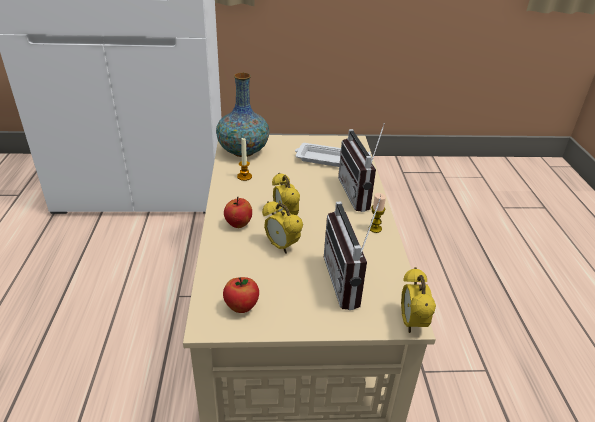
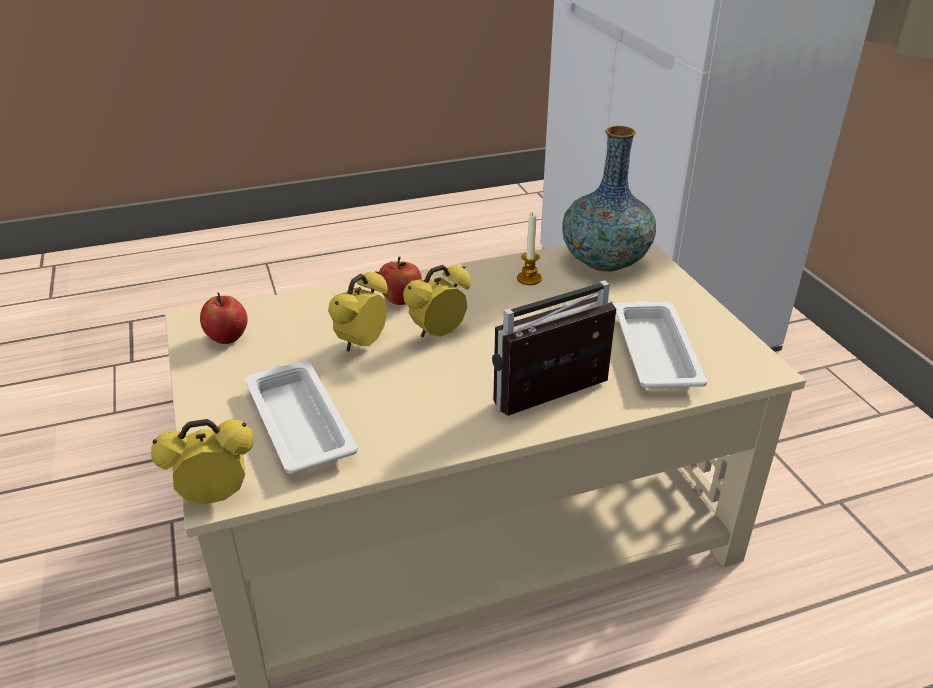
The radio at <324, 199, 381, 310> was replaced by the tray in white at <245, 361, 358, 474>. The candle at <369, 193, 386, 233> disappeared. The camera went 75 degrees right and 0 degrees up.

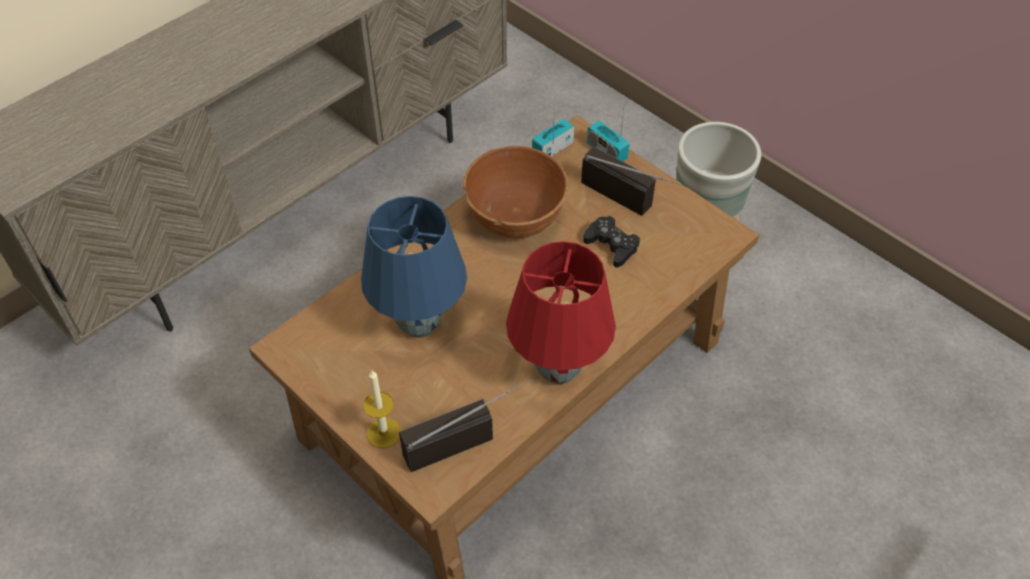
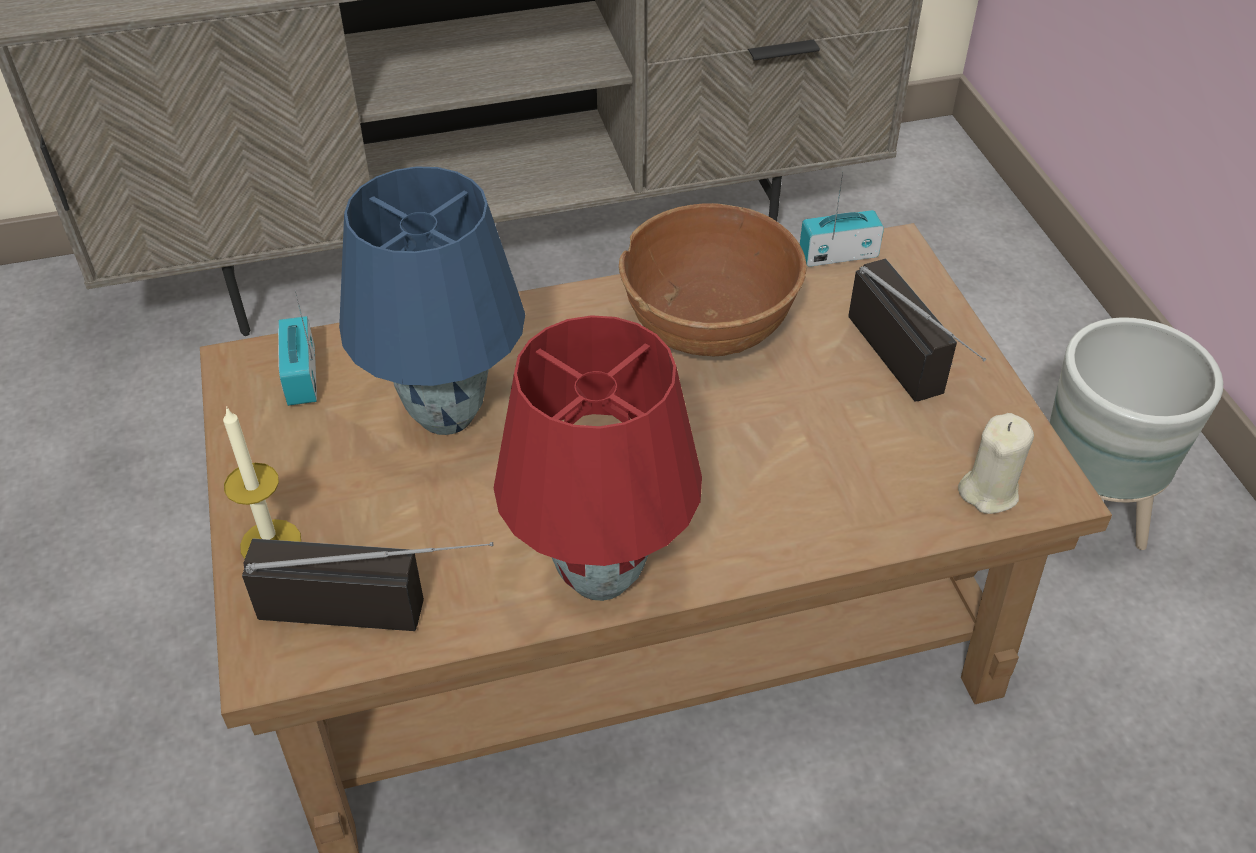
The radio moved from <587, 110, 629, 161> to <278, 291, 317, 406>. The candle in beige at <958, 413, 1034, 514> appeared. The game controller in black at <583, 216, 640, 267> disappeared. The camera went 30 degrees right and 5 degrees down.

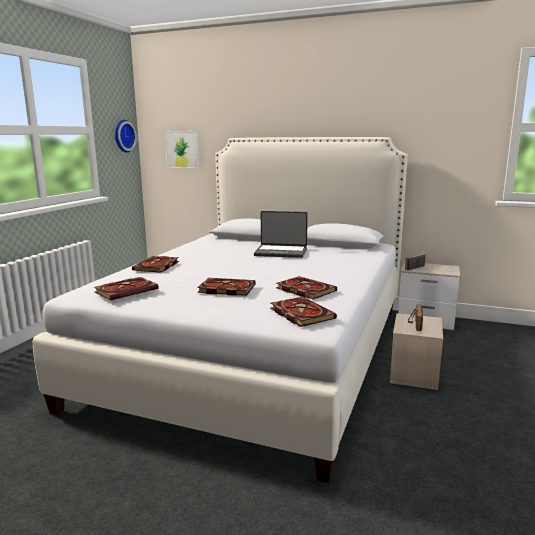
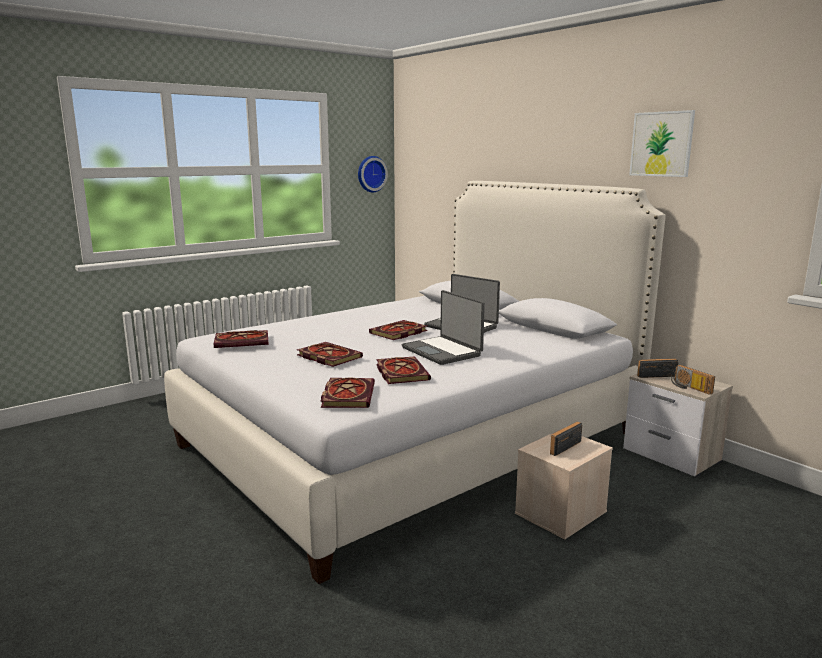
The book moved from <132, 256, 179, 273> to <369, 320, 428, 340>. The laptop at <402, 290, 485, 365> appeared. The picture moved from <165, 131, 199, 169> to <629, 110, 695, 177>. The radio at <671, 365, 715, 395> appeared. The camera went 30 degrees right and 0 degrees up.

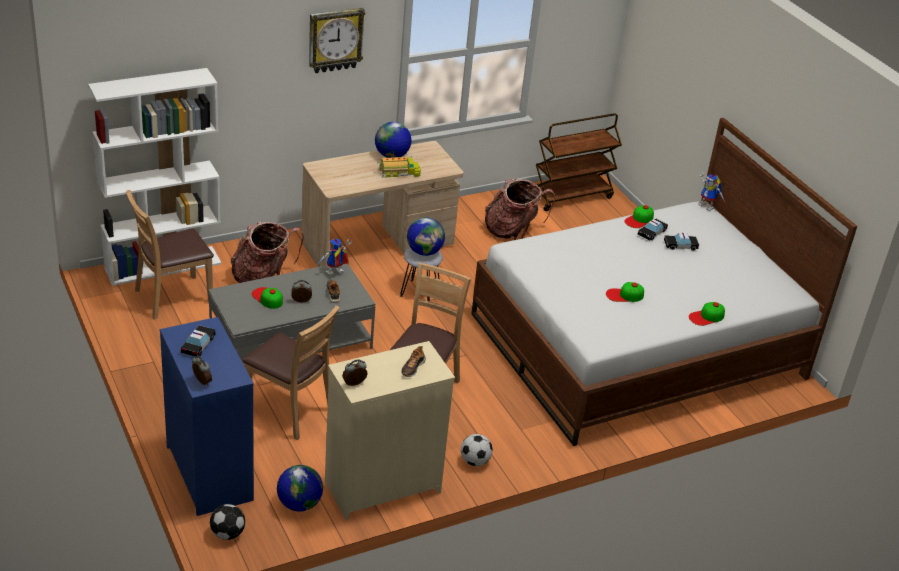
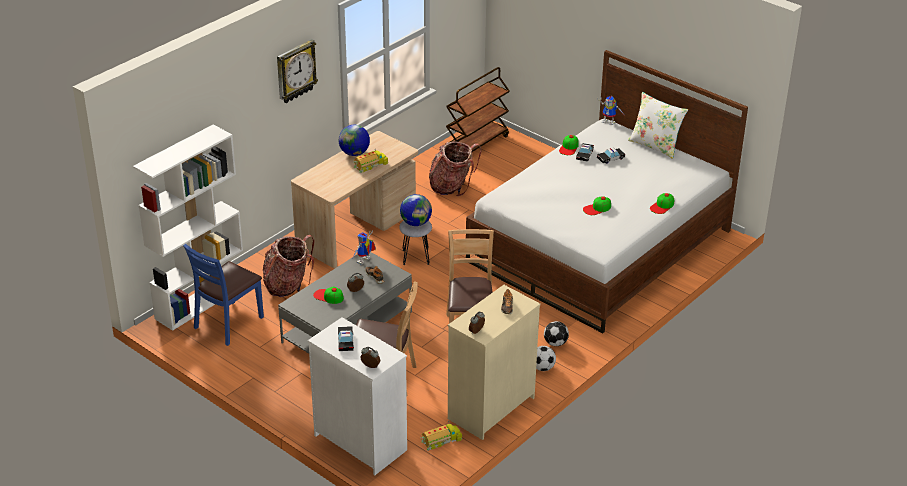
The chair in brown at <126, 190, 214, 320> became the chair in blue at <183, 244, 264, 346>. The dresser in blue at <160, 317, 254, 516> became the dresser in white at <308, 317, 407, 475>. The globe at <277, 465, 323, 512> was replaced by the toy truck at <420, 421, 462, 451>. The football moved from <210, 504, 245, 540> to <544, 321, 569, 346>. The pillow in white at <628, 92, 688, 159> appeared. The camera went 20 degrees left and 0 degrees up.

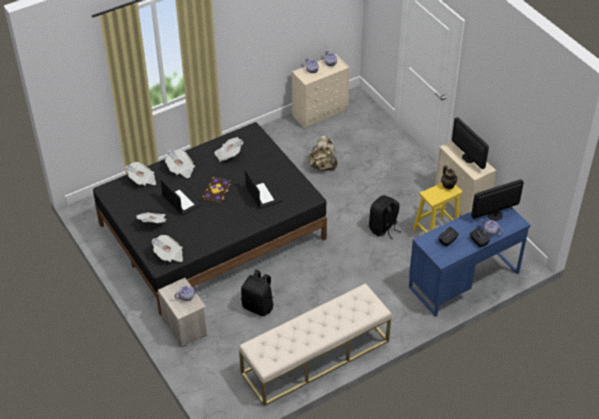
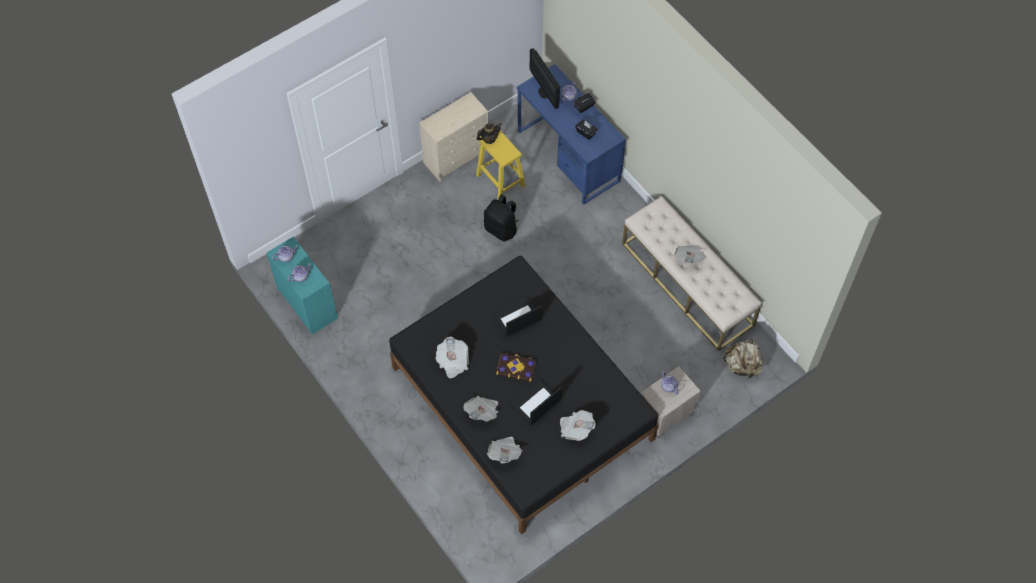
The dresser in beige at <292, 54, 350, 129> became the dresser in turquoise at <266, 236, 338, 334>. The newspaper moved from <152, 235, 183, 262> to <674, 244, 706, 263>. The backpack in beige moved from <309, 136, 337, 171> to <723, 339, 764, 380>. The backpack in black at <241, 270, 274, 316> disappeared. The monitor at <452, 117, 489, 169> disappeared. The camera went 95 degrees left and 15 degrees up.

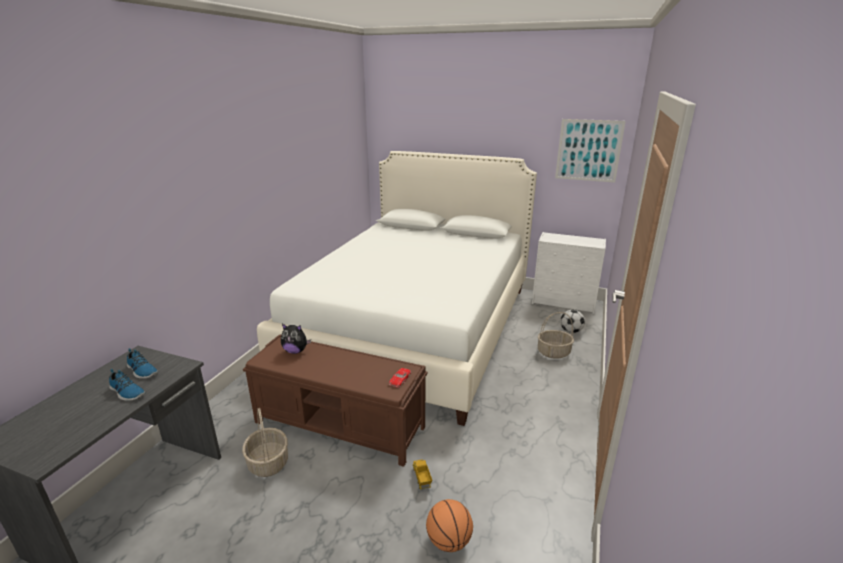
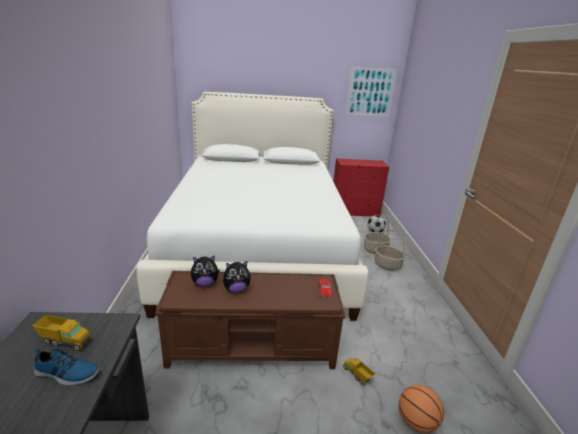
The shoe at <127, 348, 158, 379> was replaced by the toy truck at <32, 315, 92, 351>. The plush toy at <223, 261, 251, 292> appeared. The dresser in white at <532, 232, 606, 314> became the dresser in red at <333, 158, 389, 216>. The basket moved from <242, 408, 288, 477> to <374, 230, 405, 271>. The camera went 25 degrees left and 0 degrees up.

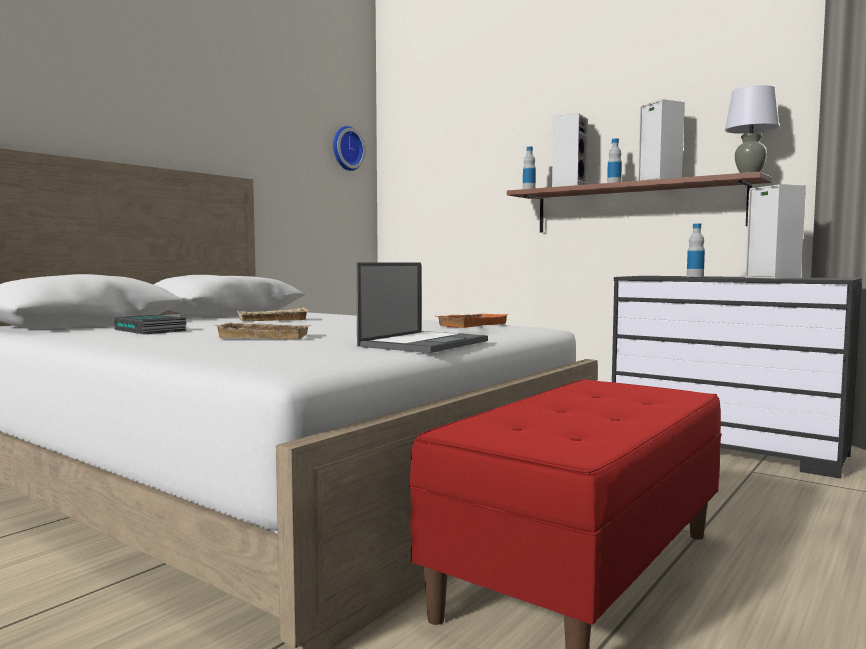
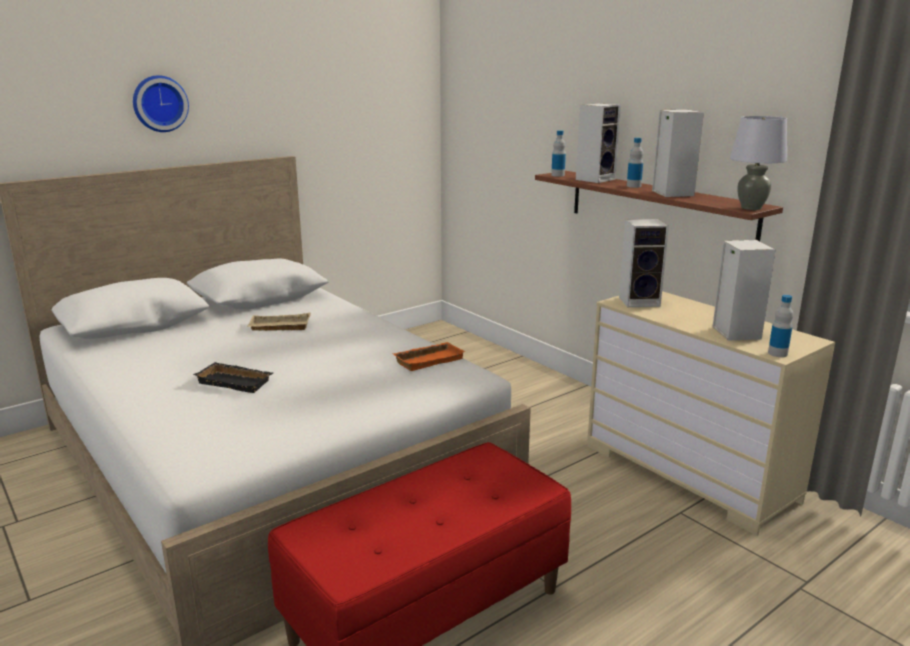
The wall clock moved from <333, 126, 366, 171> to <133, 75, 189, 132>. The tray in beige at <216, 323, 311, 340> became the tray in black at <193, 362, 273, 393>. The dresser in black at <612, 276, 862, 479> became the dresser in beige at <587, 291, 835, 536>. The speaker at <619, 219, 669, 307> appeared. The bottle moved from <687, 223, 705, 277> to <768, 295, 793, 357>. The book at <113, 315, 187, 334> disappeared. The laptop at <356, 262, 488, 353> disappeared. The camera went 15 degrees right and 15 degrees up.

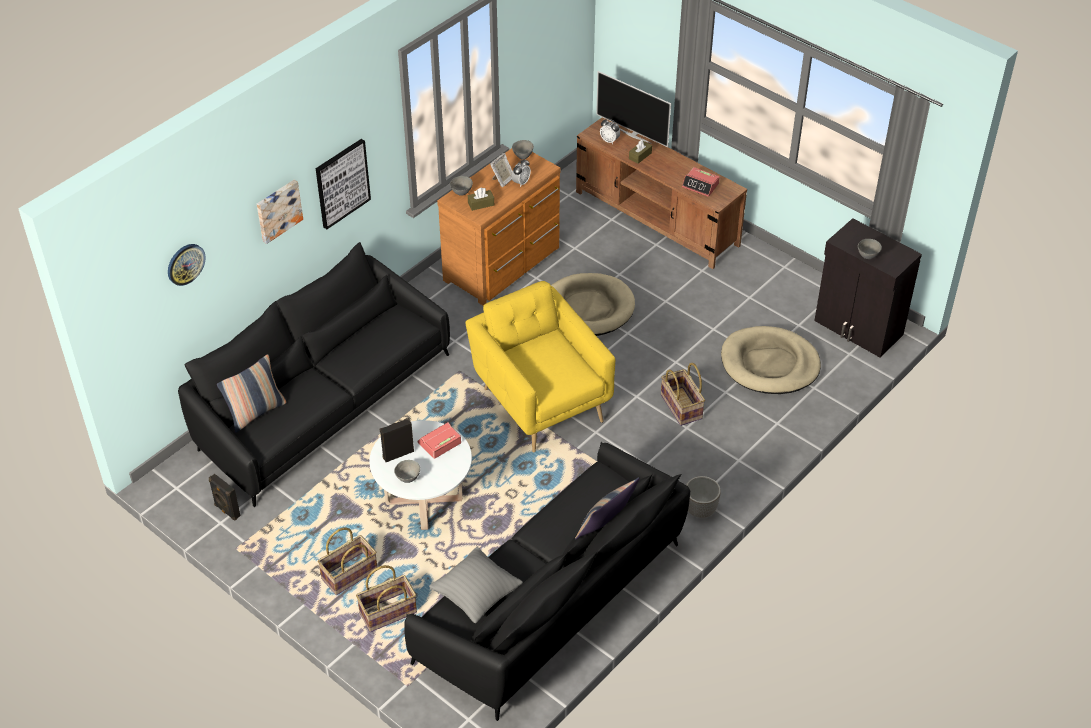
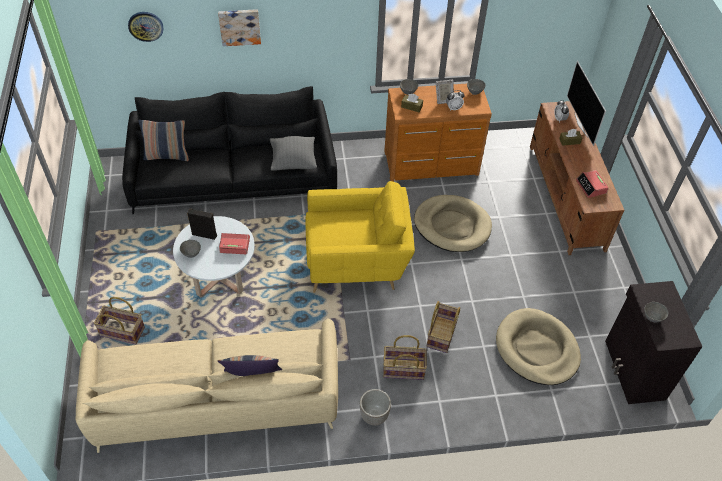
The sofa in black at <404, 442, 690, 721> became the sofa in beige at <76, 319, 338, 453>. The pillow in grey moved from <429, 547, 523, 623> to <270, 136, 317, 170>. The armchair in yellow at <465, 281, 615, 452> turned 75 degrees clockwise. The basket moved from <318, 528, 377, 595> to <383, 335, 427, 380>. The speaker in black at <209, 474, 241, 521> disappeared. The picture at <316, 139, 371, 229> disappeared. The camera went 40 degrees right and 5 degrees up.

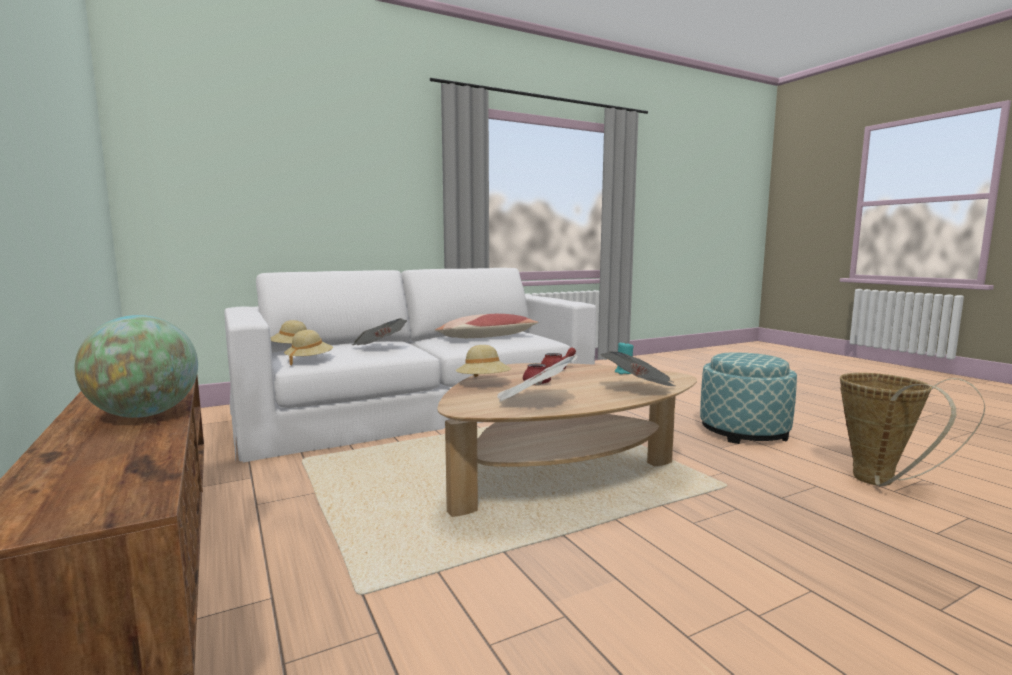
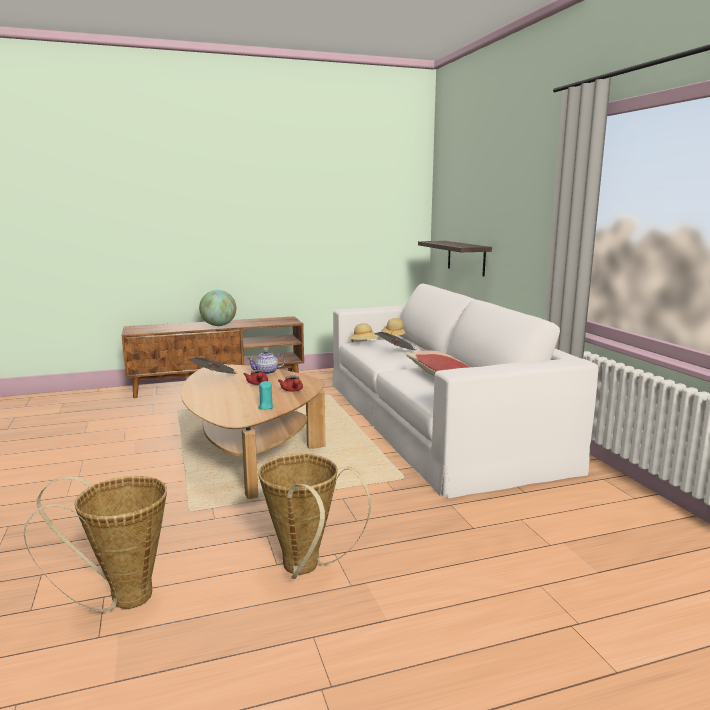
The hat in beige at <456, 345, 511, 377> was replaced by the teapot at <247, 350, 285, 375>. The ottoman at <700, 352, 797, 444> was replaced by the basket at <258, 454, 371, 579>. The shelf at <418, 241, 492, 277> appeared. The newspaper at <600, 351, 675, 386> disappeared. The camera went 100 degrees right and 5 degrees up.

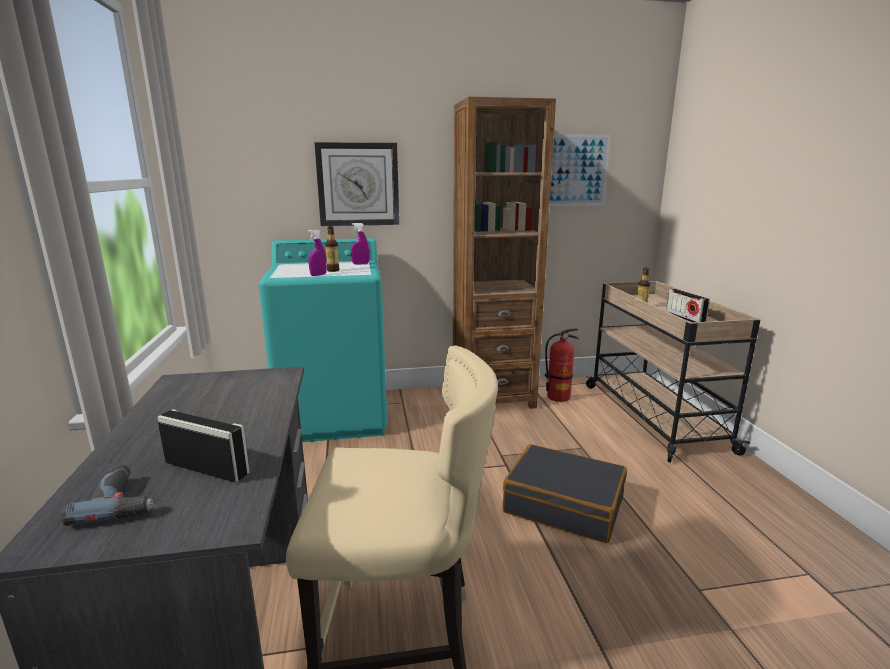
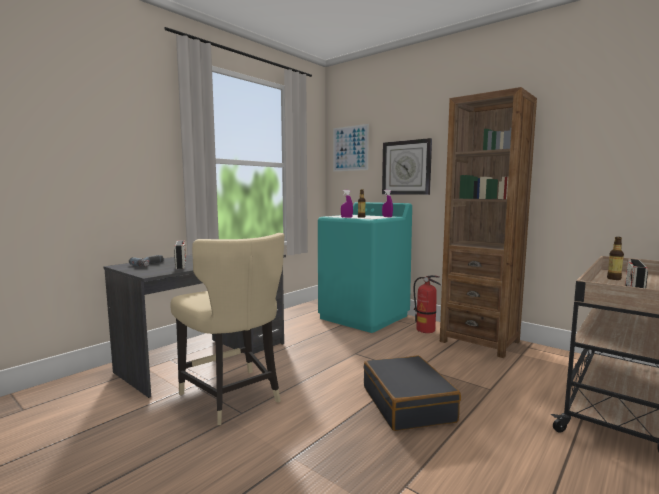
The picture moved from <550, 134, 611, 206> to <333, 124, 369, 171>. The fire extinguisher moved from <545, 329, 579, 402> to <414, 275, 441, 333>. The camera went 50 degrees right and 10 degrees down.

